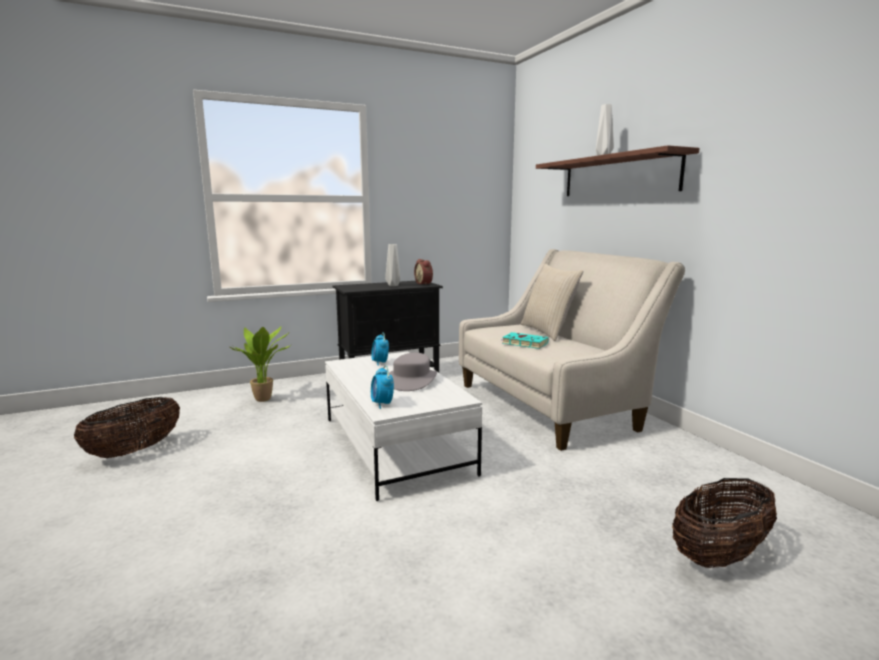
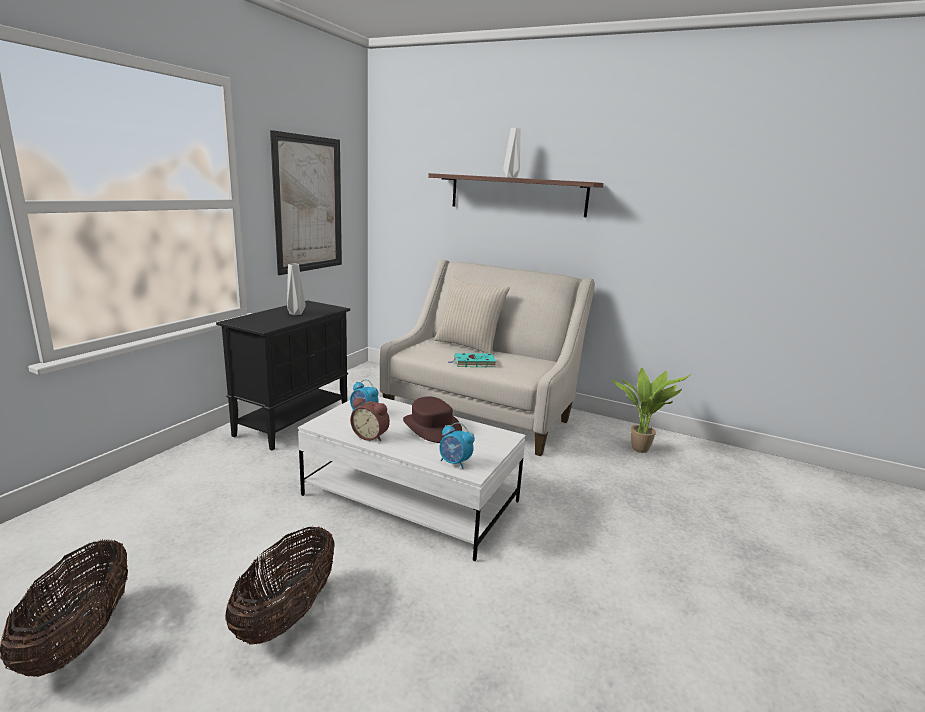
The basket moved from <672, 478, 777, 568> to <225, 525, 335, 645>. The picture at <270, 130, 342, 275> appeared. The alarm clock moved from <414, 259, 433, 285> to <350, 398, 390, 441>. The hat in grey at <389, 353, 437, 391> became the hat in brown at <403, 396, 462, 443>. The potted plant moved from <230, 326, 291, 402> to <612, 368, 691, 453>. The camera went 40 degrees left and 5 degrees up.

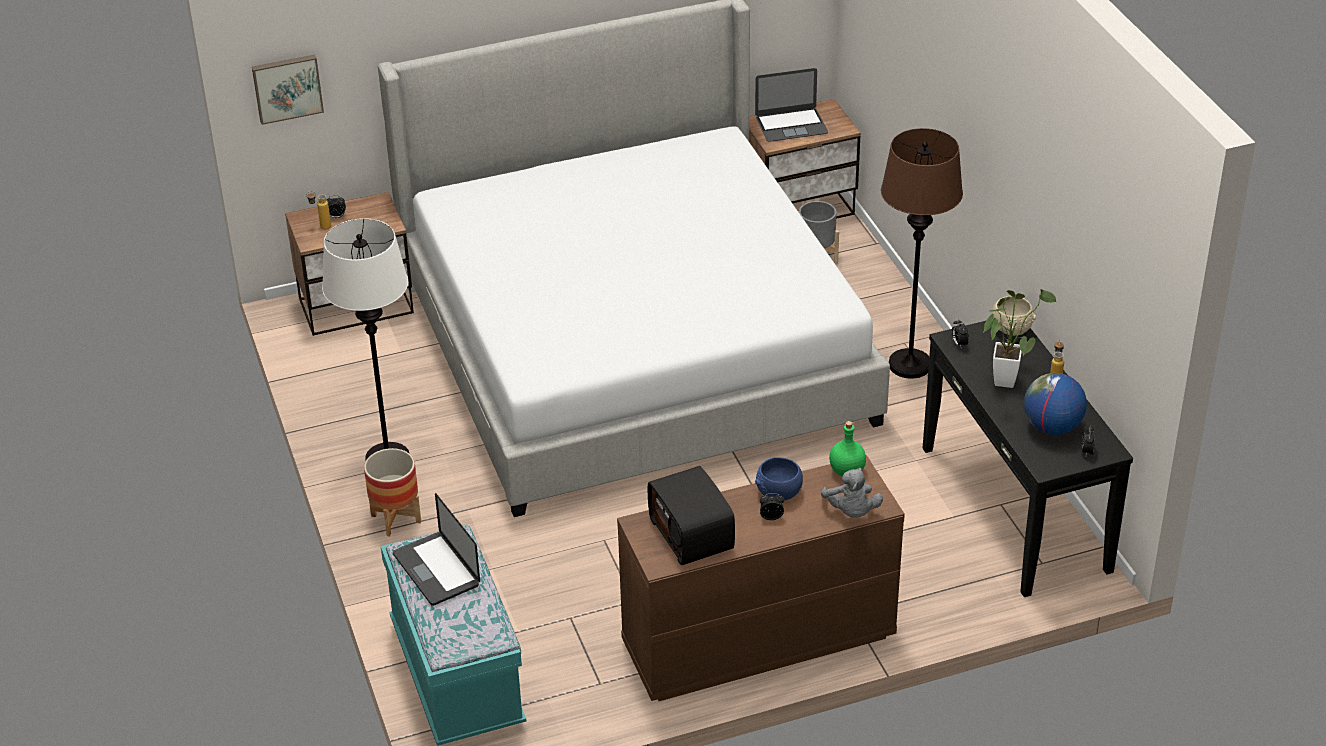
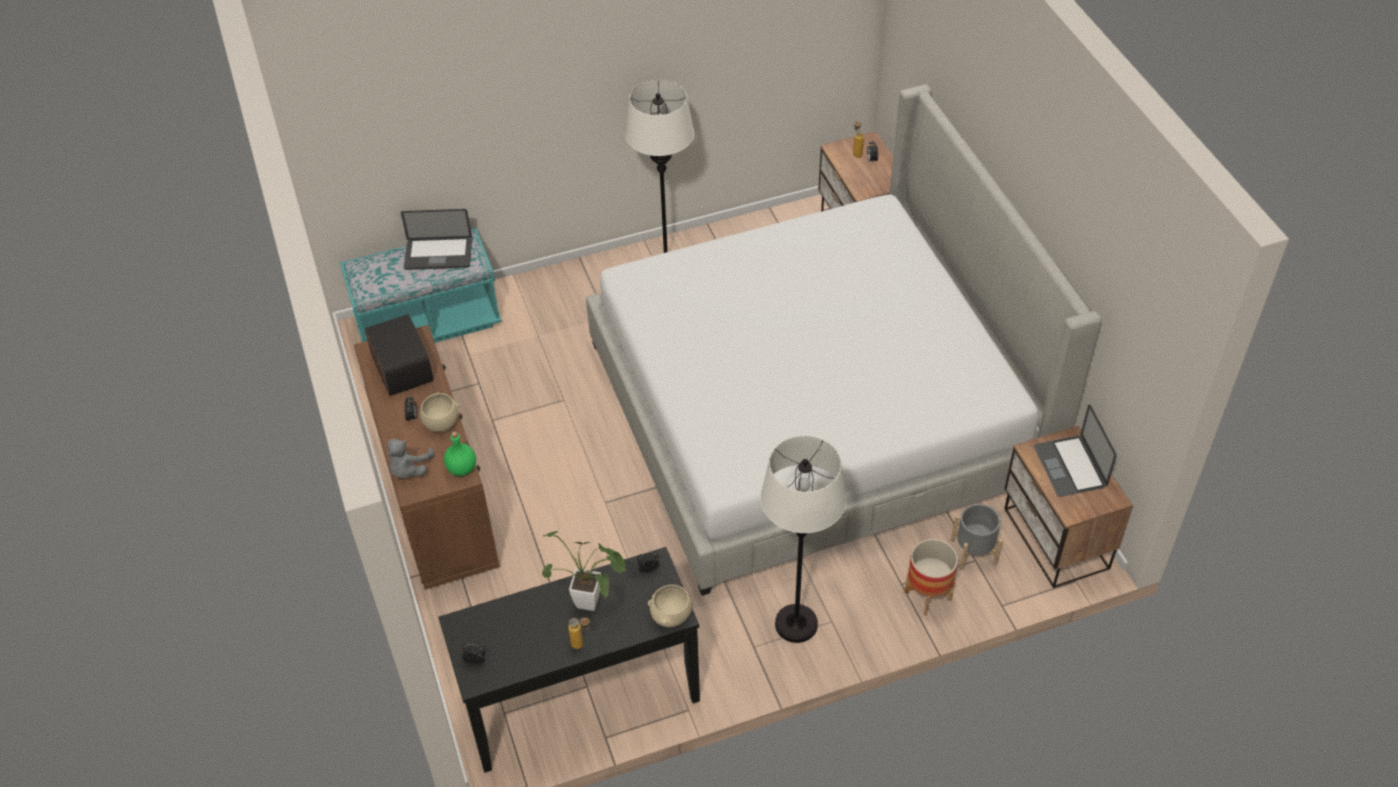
The radio at <648, 466, 735, 565> turned 90 degrees clockwise. The plush toy in grey at <821, 468, 883, 518> turned 60 degrees counterclockwise. The laptop at <393, 493, 480, 606> turned 150 degrees counterclockwise. The bowl in blue at <755, 457, 803, 500> became the bowl in beige at <420, 393, 460, 432>. The floor lamp in brown at <881, 128, 963, 379> became the floor lamp in white at <760, 436, 846, 643>. The planter moved from <364, 448, 421, 537> to <904, 539, 958, 616>. The picture at <252, 54, 324, 125> disappeared. The globe at <1024, 373, 1087, 435> disappeared. The camera went 90 degrees right and 10 degrees up.

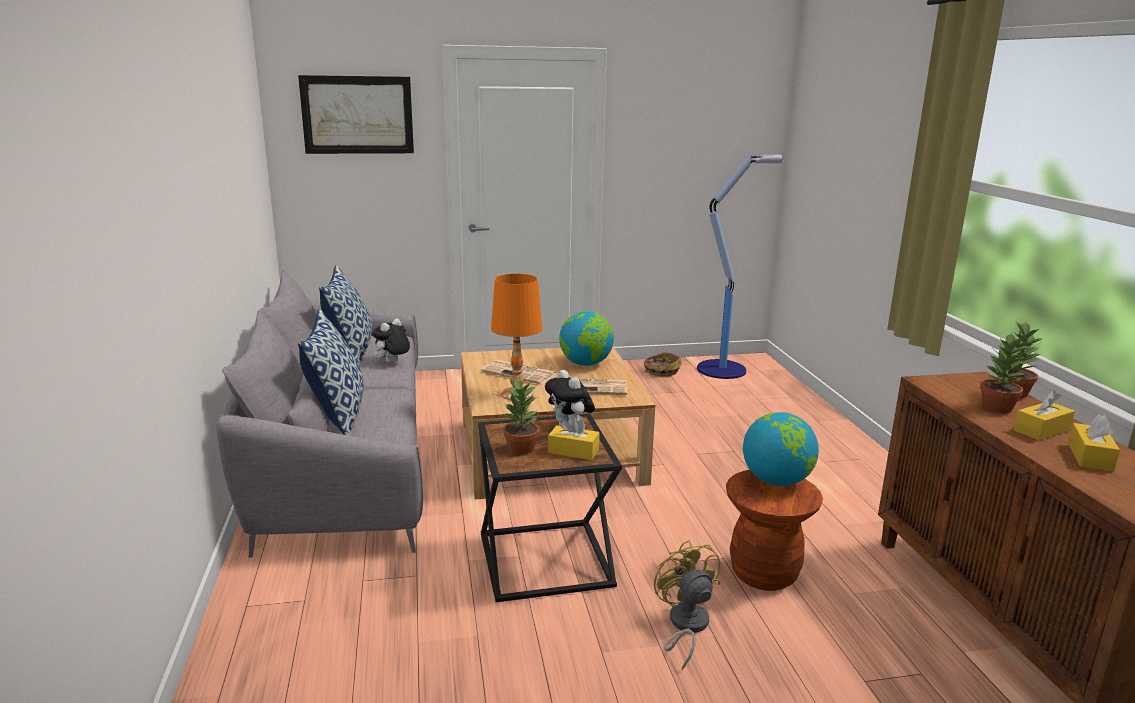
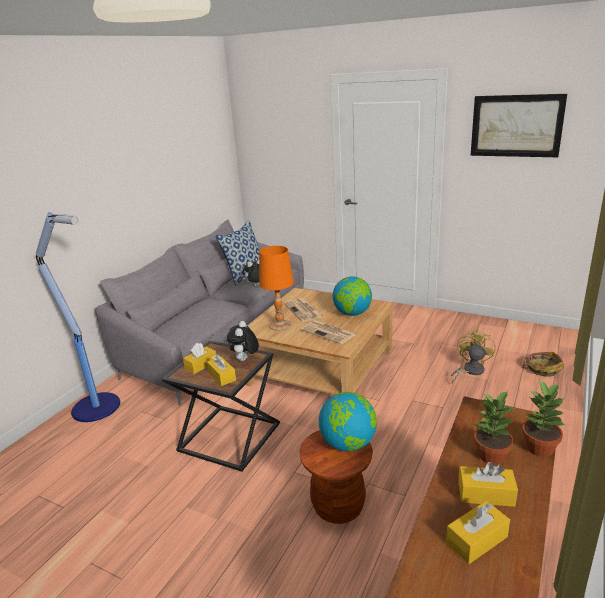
The floor lamp moved from <697, 154, 782, 379> to <36, 212, 120, 422>. The potted plant at <503, 379, 539, 454> was replaced by the tissue box in yellow at <183, 343, 216, 374>. The fan in yellow moved from <654, 540, 720, 670> to <451, 330, 496, 383>. The picture moved from <298, 75, 414, 154> to <471, 94, 567, 157>. The basket moved from <644, 352, 682, 377> to <522, 352, 564, 377>. The pillow at <298, 309, 364, 436> disappeared. The camera went 40 degrees right and 5 degrees up.

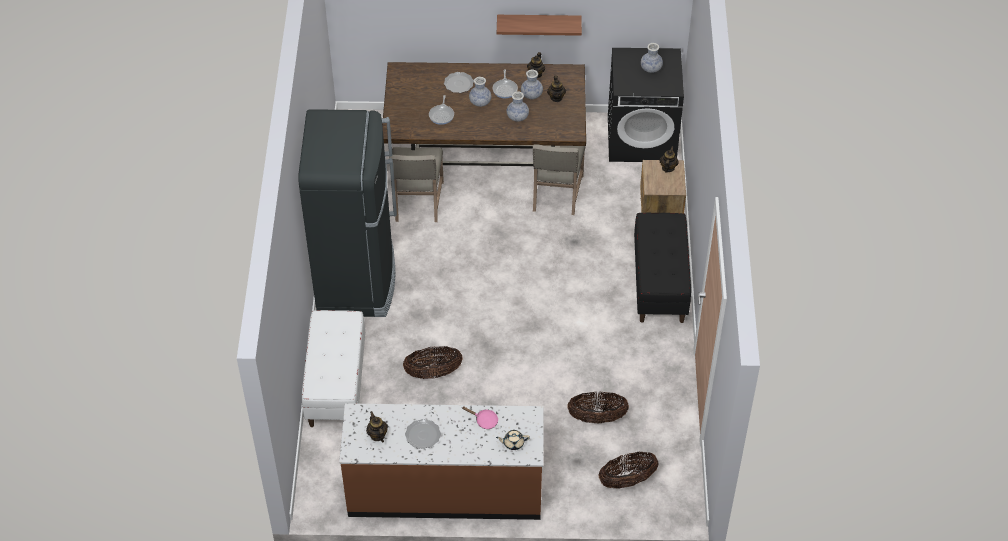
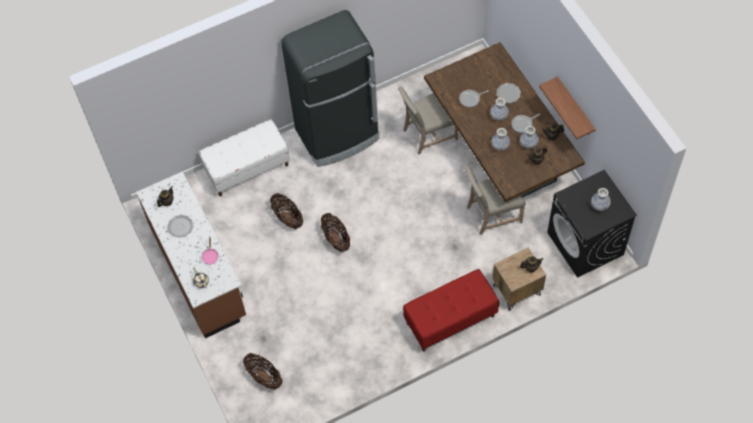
The basket moved from <568, 391, 629, 424> to <321, 213, 350, 252>. The bench in black at <634, 213, 691, 323> became the bench in red at <403, 269, 499, 351>. The camera went 65 degrees right and 10 degrees up.

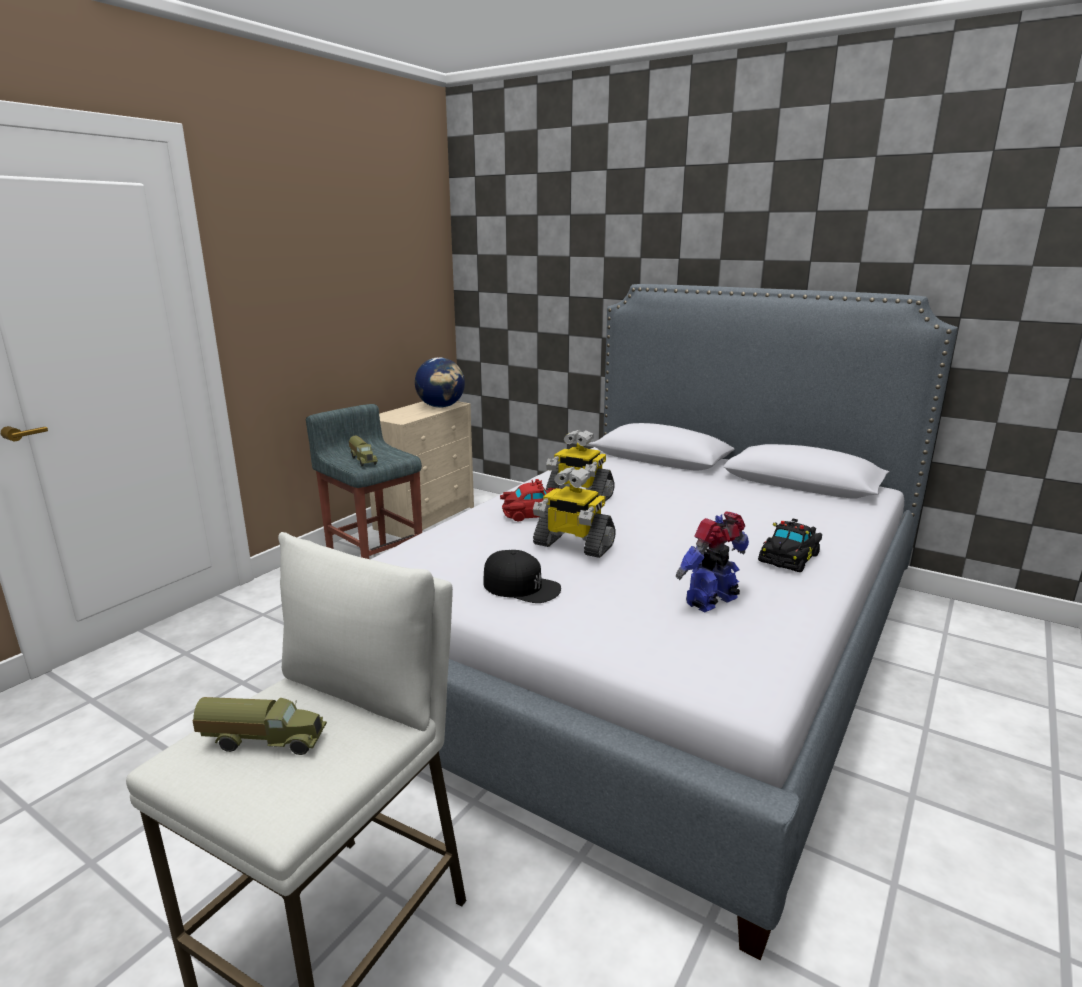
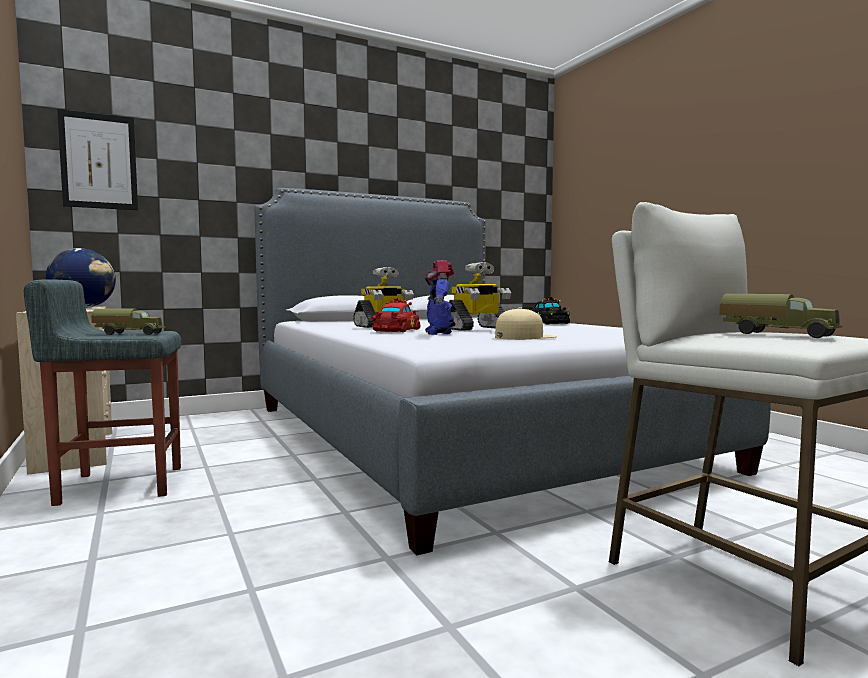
The picture at <57, 109, 138, 210> appeared. The toy robot moved from <676, 511, 749, 612> to <425, 260, 455, 335>. The cap in black at <483, 550, 561, 603> became the cap in beige at <495, 307, 557, 340>. The toy truck at <192, 697, 327, 755> turned 105 degrees clockwise. The camera went 60 degrees left and 15 degrees down.

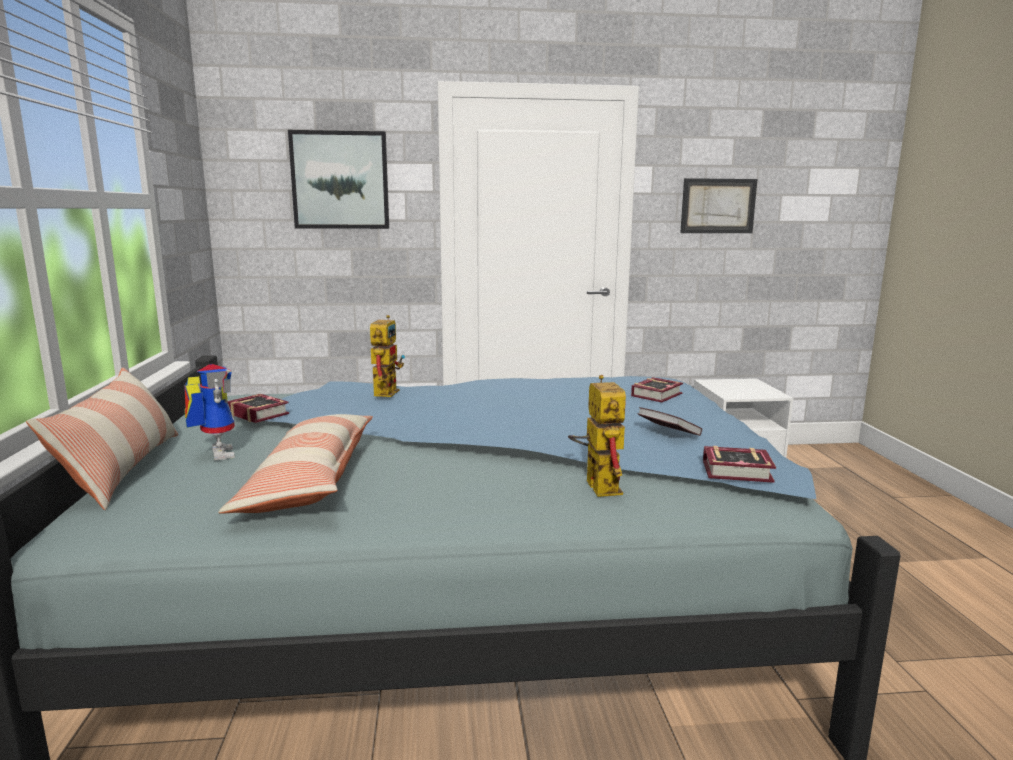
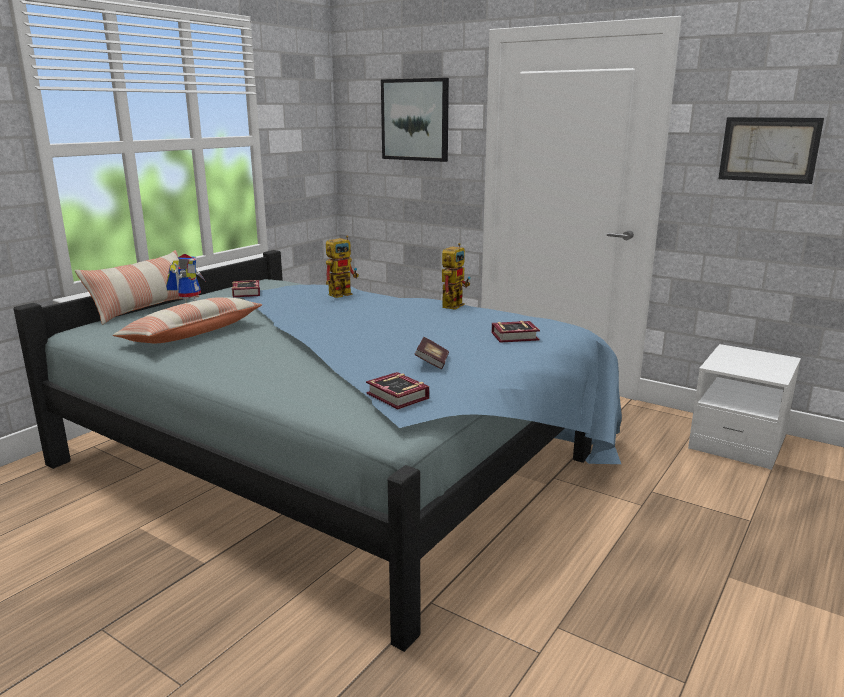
The toy robot moved from <568, 375, 626, 497> to <442, 243, 471, 310>. The camera went 40 degrees right and 5 degrees up.

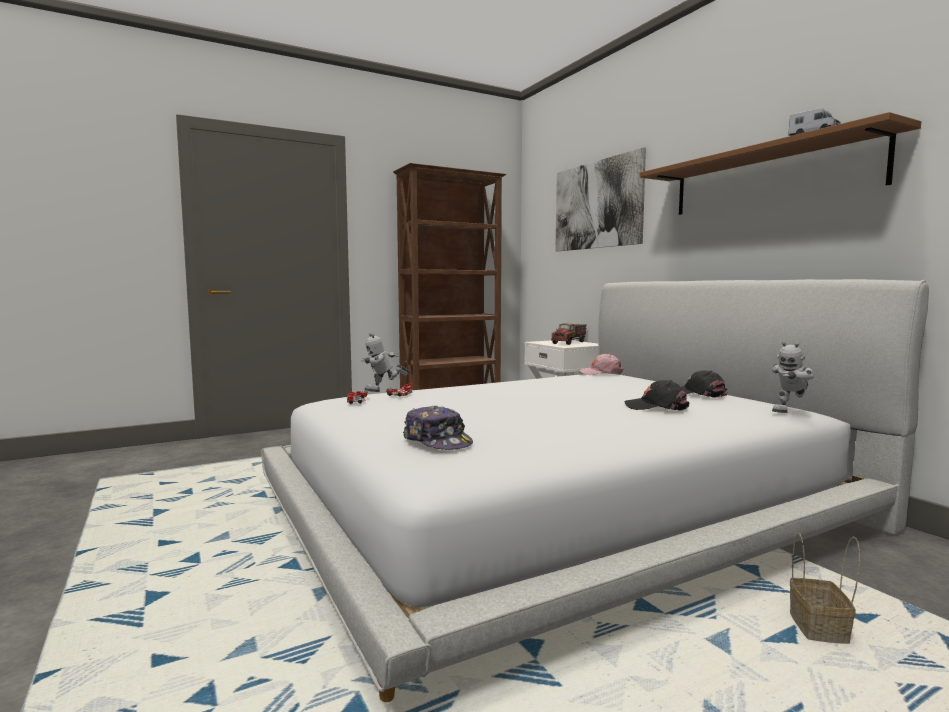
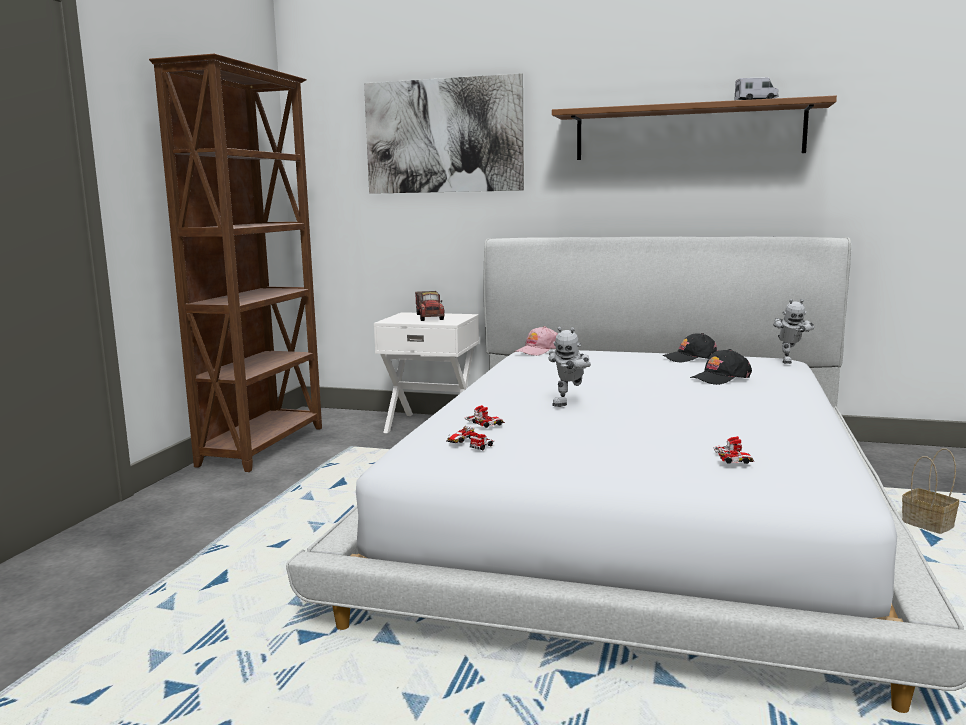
The toy robot moved from <361, 333, 410, 392> to <548, 327, 591, 407>. The cap at <403, 406, 473, 450> was replaced by the toy car at <713, 436, 754, 464>. The camera went 45 degrees left and 5 degrees up.

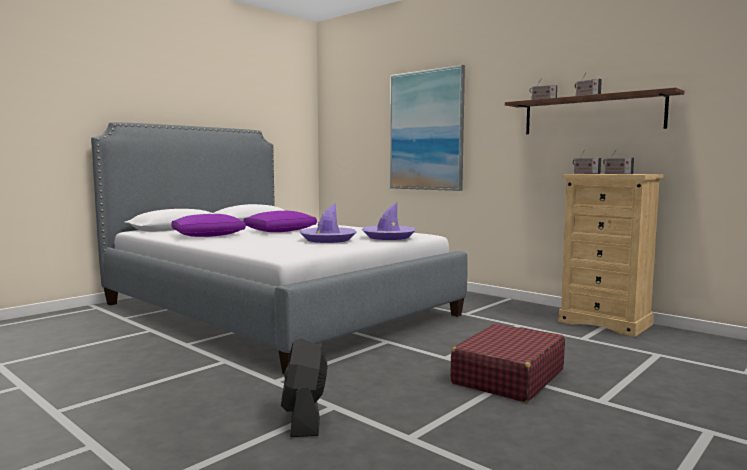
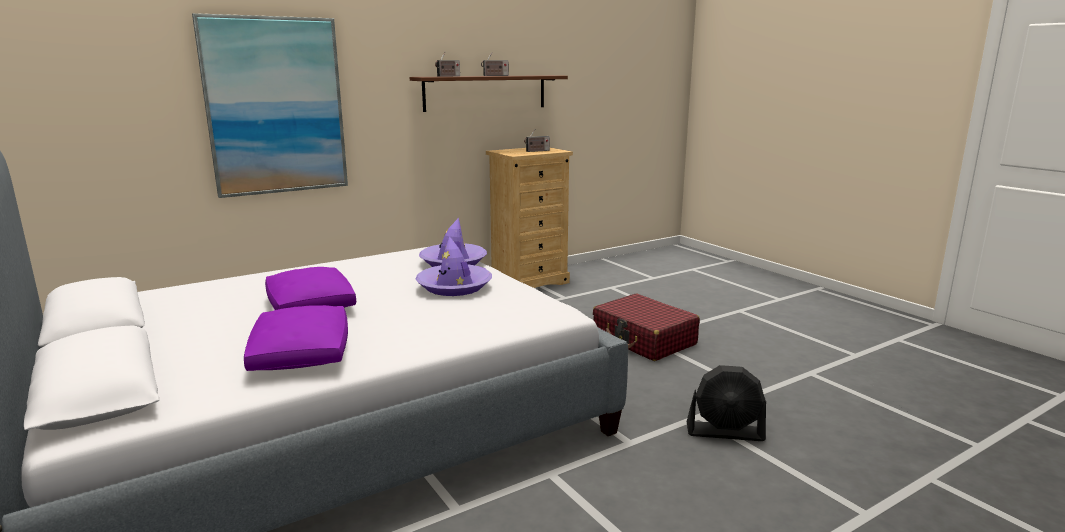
The radio at <573, 150, 601, 174> disappeared. The camera went 75 degrees left and 10 degrees up.

